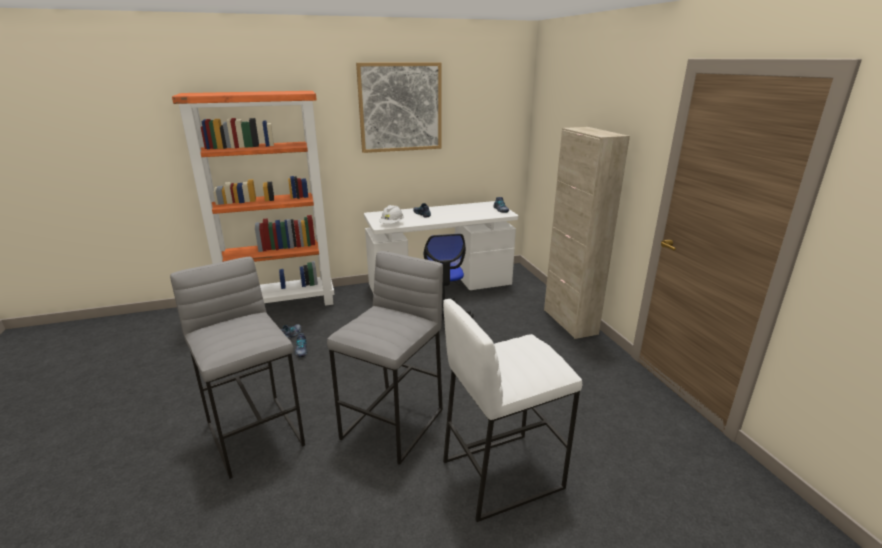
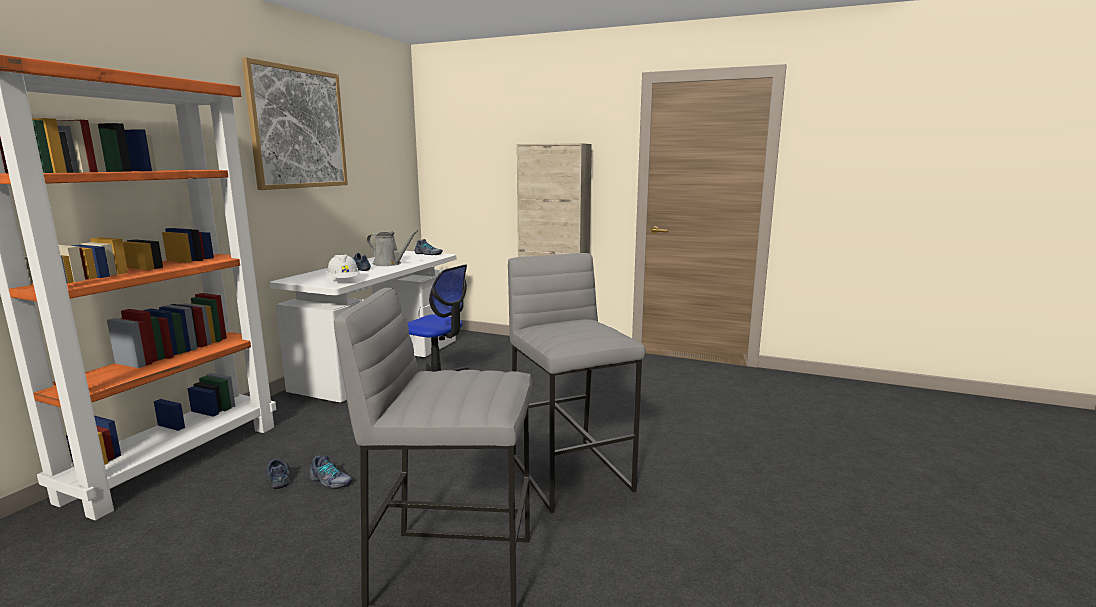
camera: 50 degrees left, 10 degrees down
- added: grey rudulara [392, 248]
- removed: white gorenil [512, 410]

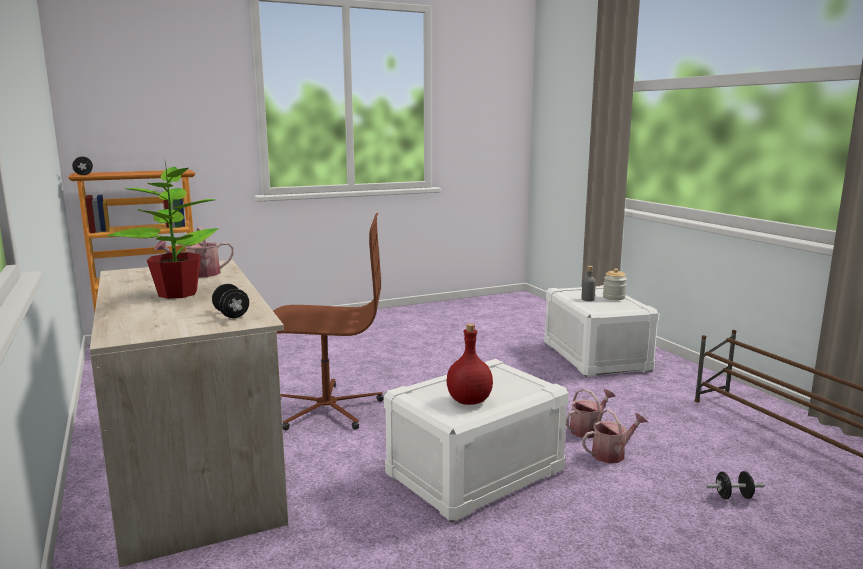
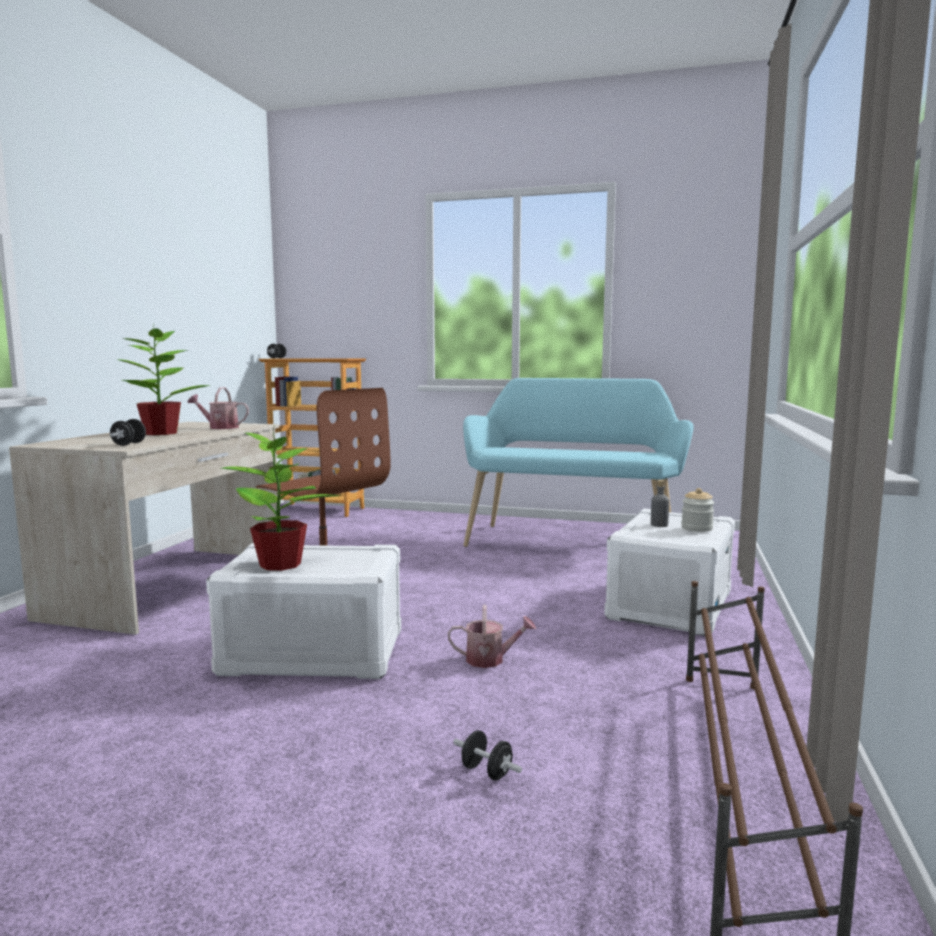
camera: 40 degrees right, 5 degrees down
- replaced: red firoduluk [470, 364] to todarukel [280, 498]
- added: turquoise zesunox [578, 462]
- removed: rudulara [615, 436]

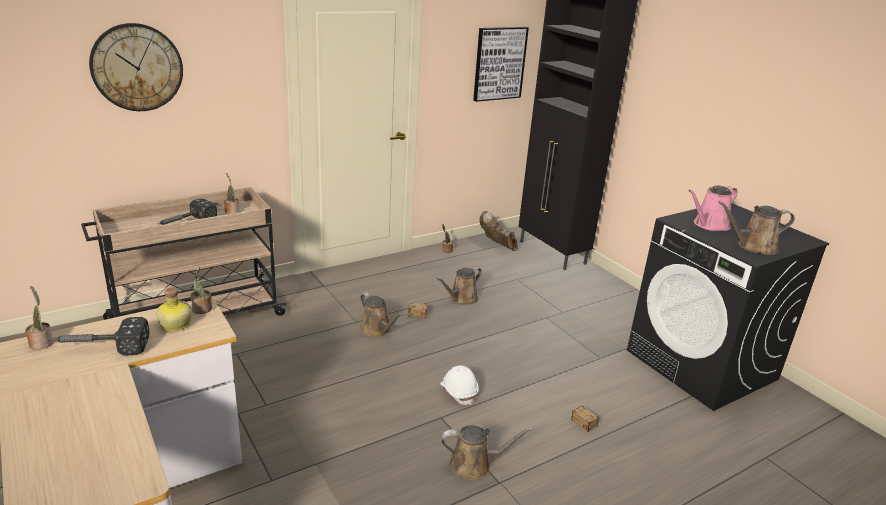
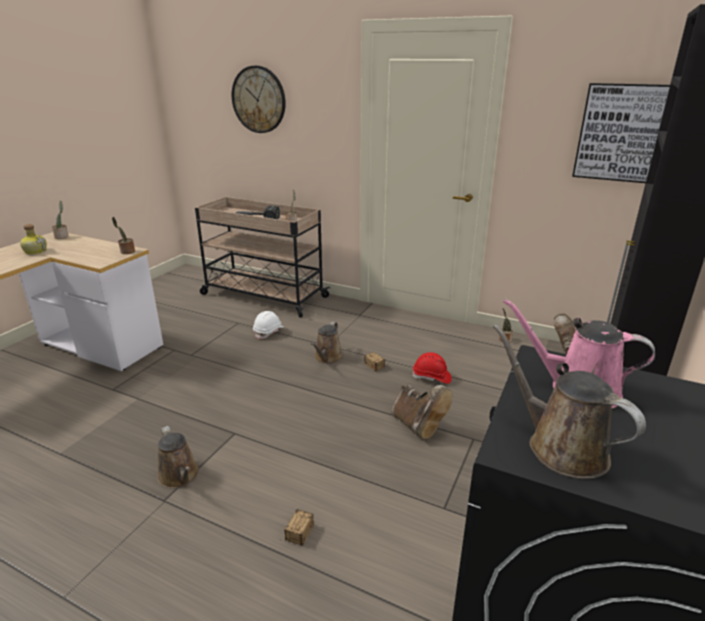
camera: 60 degrees right, 0 degrees up
- moved: firoduluk [174, 309] to [33, 239]
- moved: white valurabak [459, 385] to [268, 325]
- added: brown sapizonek [421, 411]
- replaced: brown rudulara [459, 286] to red valurabak [432, 368]
- removed: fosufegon [101, 336]

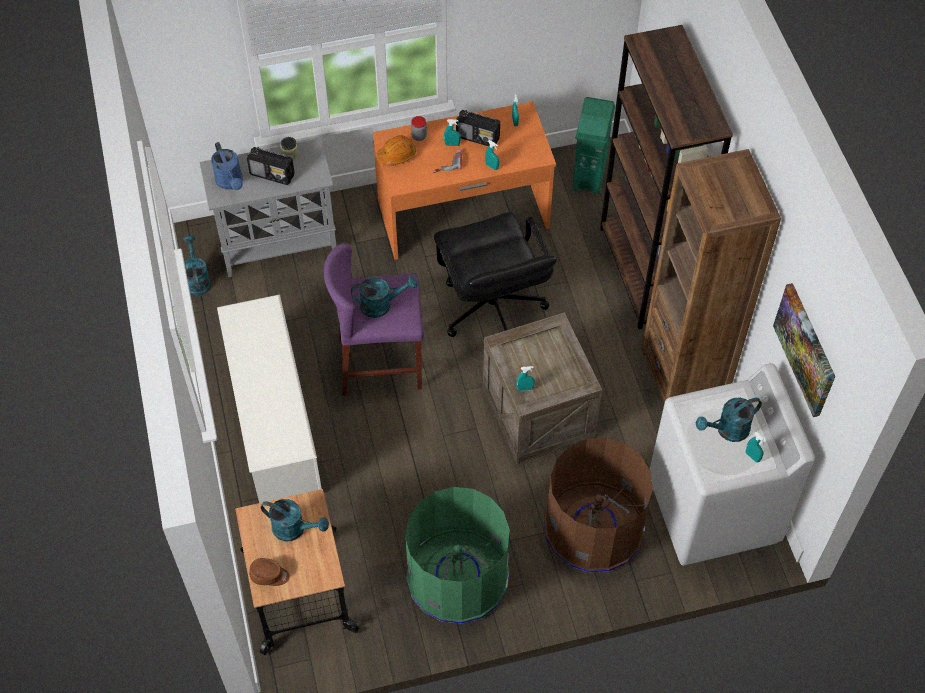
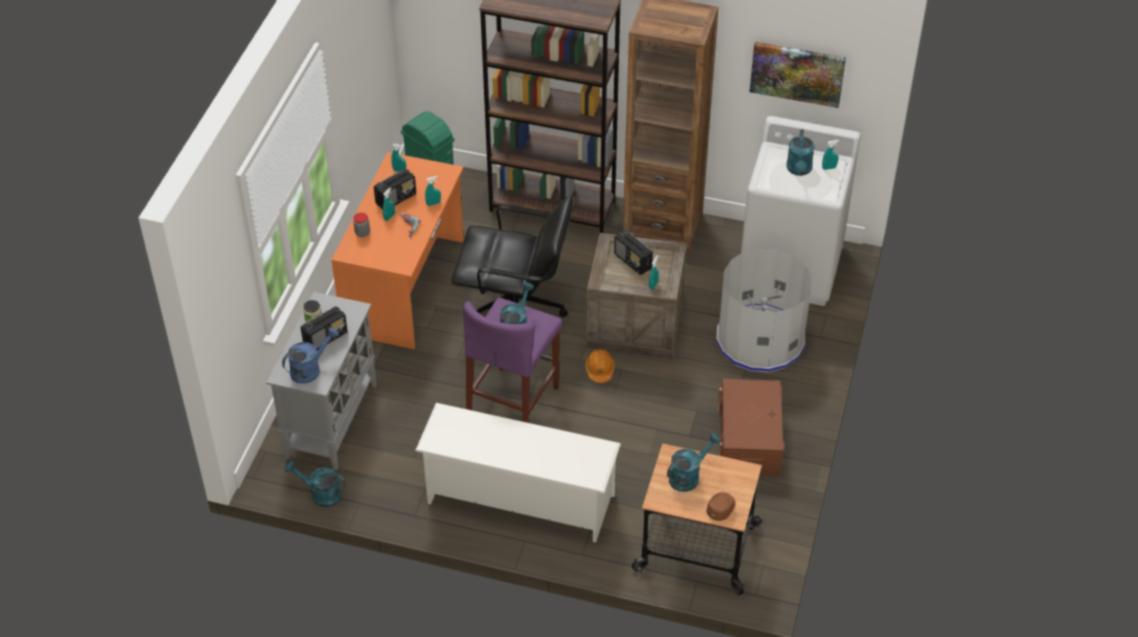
camera: 60 degrees left, 10 degrees down
- turned: blue rudulara [227, 166] = [310, 355] 45 degrees counterclockwise
- moved: orange valurabak [396, 150] to [600, 366]
- added: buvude [633, 252]
- recoloured: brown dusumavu [598, 505] to grey dusumavu [763, 310]
- replaced: green dusumavu [457, 555] to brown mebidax [751, 427]

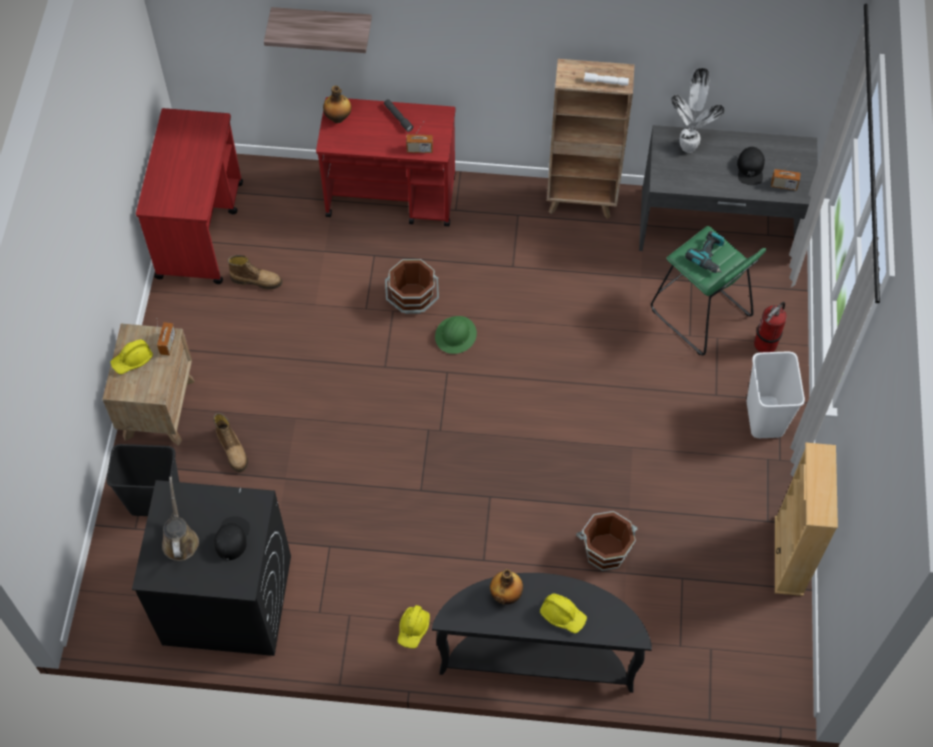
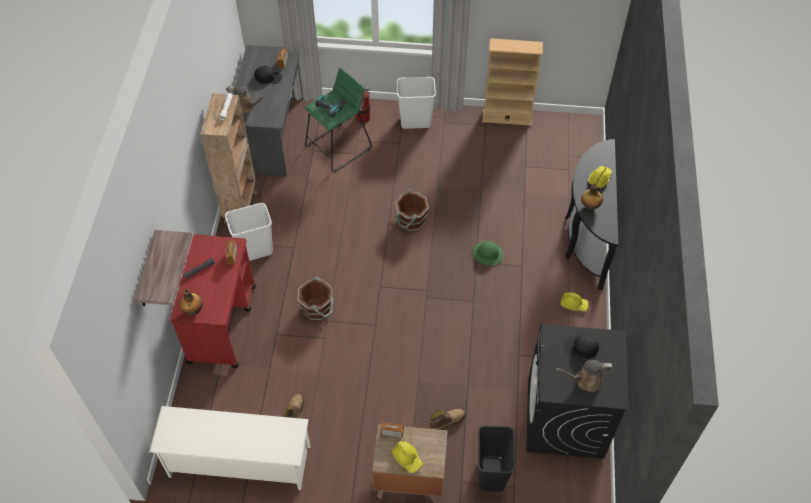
camera: 90 degrees left, 5 degrees down
- replaced: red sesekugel [189, 196] to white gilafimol [229, 448]
- added: white dusumavu [249, 232]
- replaced: todarukel [698, 110] to brown rudulara [246, 99]
- moved: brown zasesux [607, 541] to [412, 210]
- moved: green valurabak [456, 335] to [488, 253]

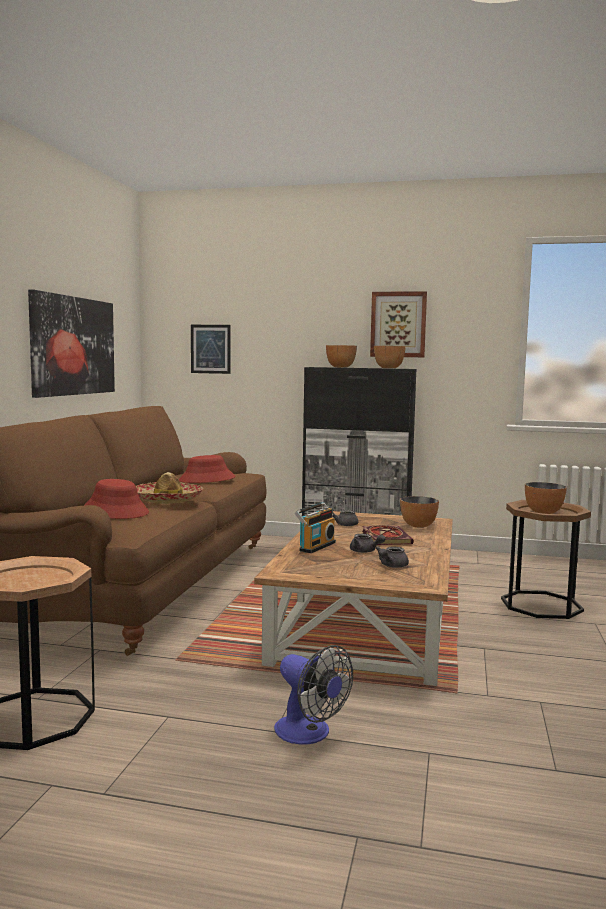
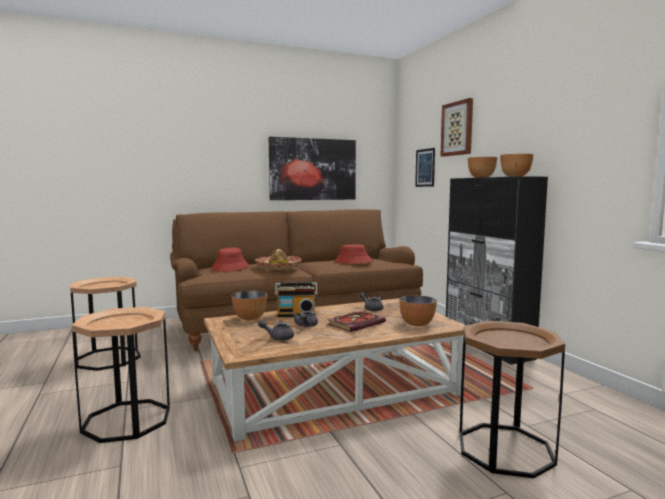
camera: 55 degrees right, 0 degrees up
- replaced: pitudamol [313, 694] to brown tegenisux [121, 375]
- moved: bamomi [546, 498] to [249, 306]
- moved: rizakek [398, 324] to [456, 127]

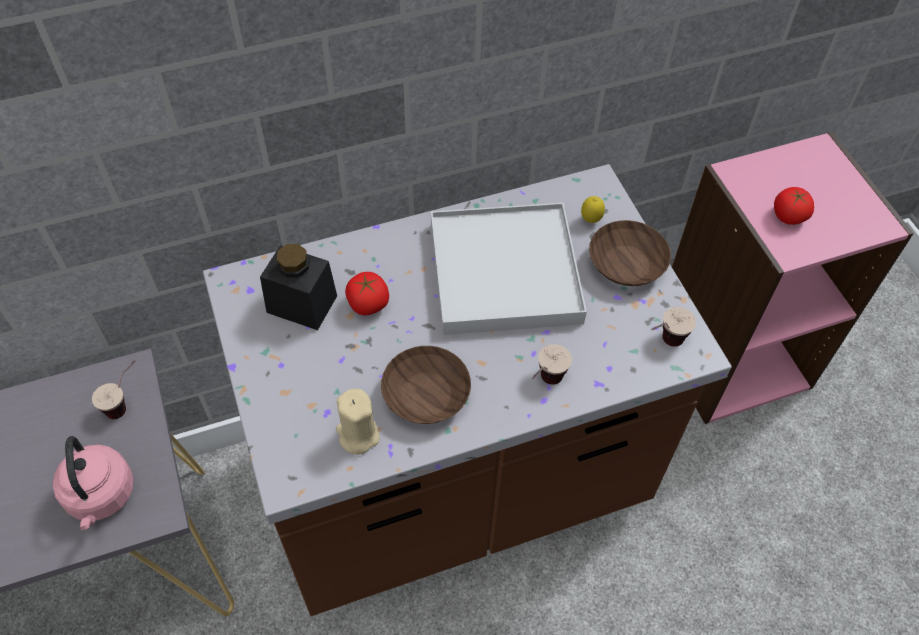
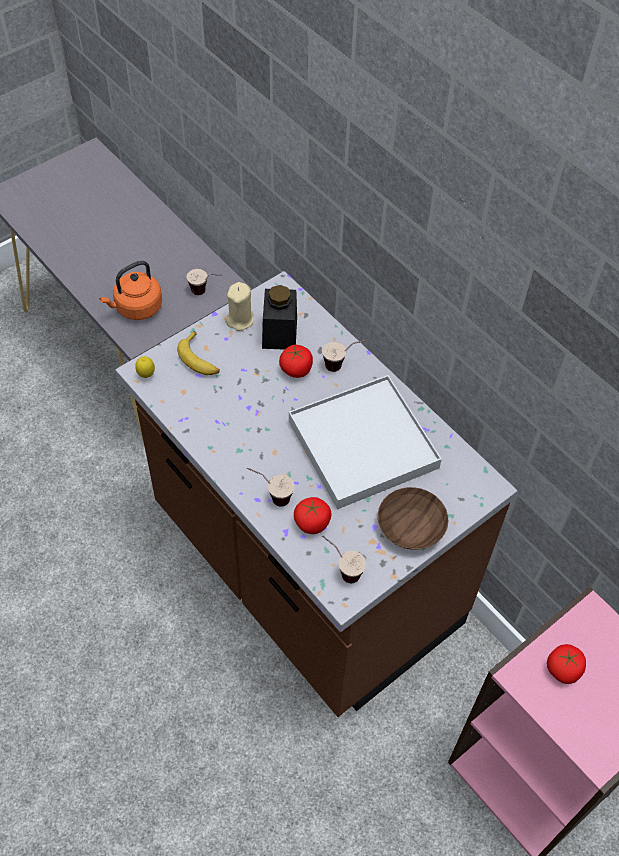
camera: 70 degrees right, 0 degrees up
- recoloured: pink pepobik [93, 483] to orange pepobik [130, 290]
- moved: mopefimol [593, 209] to [145, 367]
- added: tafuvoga [198, 352]
- moved: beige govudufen [358, 422] to [239, 306]
- added: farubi [312, 515]
- added: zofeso [345, 356]
- removed: brown bamomi [426, 385]

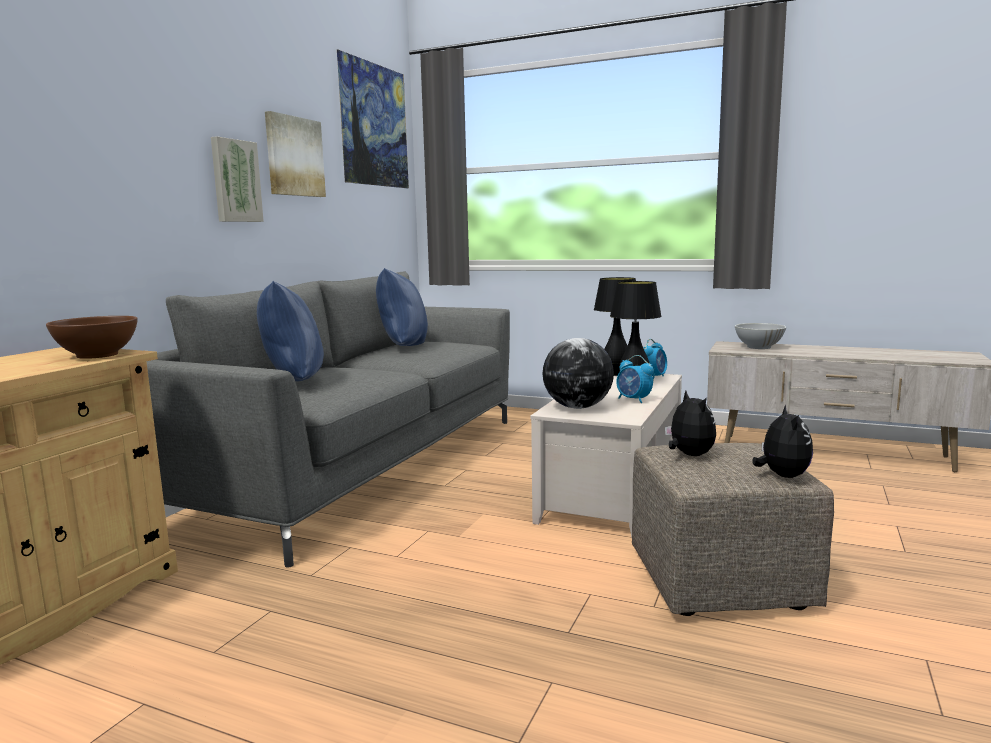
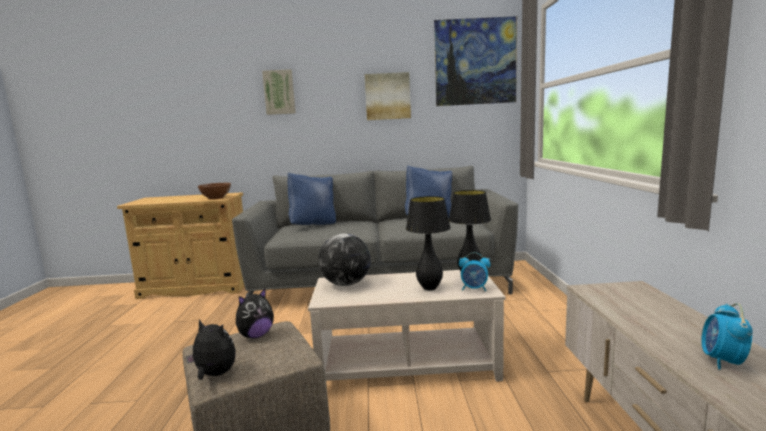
camera: 65 degrees right, 0 degrees up
- turned: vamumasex [782, 441] = [211, 349] 135 degrees counterclockwise
- moved: rizakek [237, 179] to [279, 92]
- moved: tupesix [635, 379] to [727, 336]
- removed: white bamomi [760, 336]

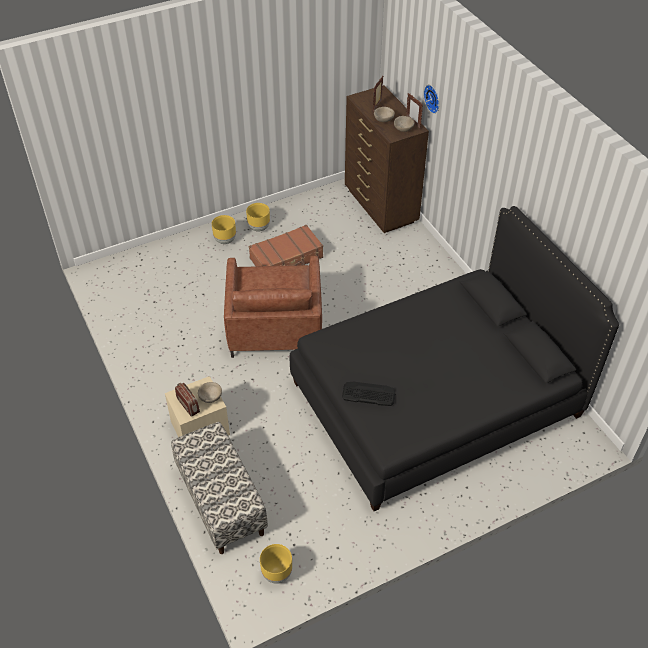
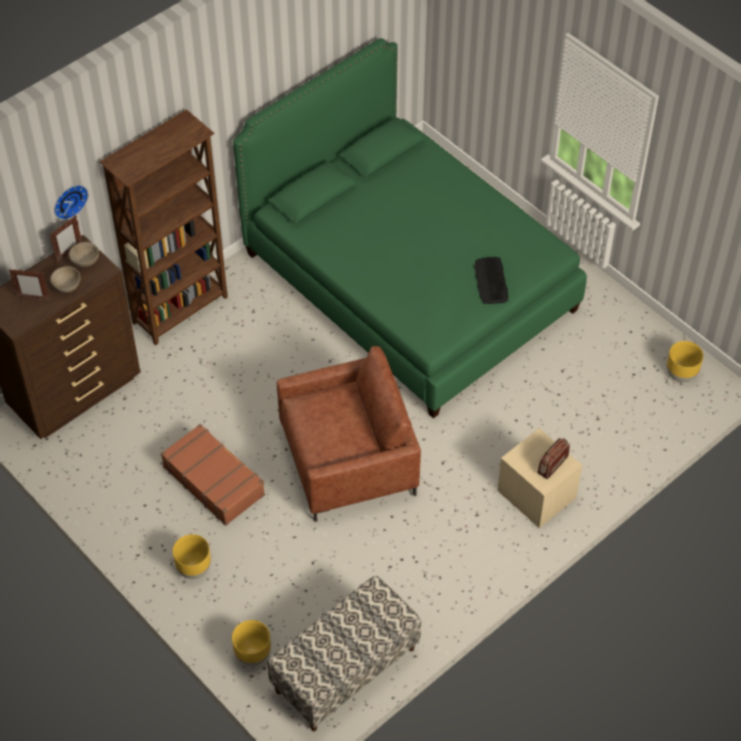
camera: 105 degrees left, 5 degrees up
- added: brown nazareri [163, 227]
- moved: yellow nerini [258, 217] to [251, 643]
- recoloured: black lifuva [454, 358] to green lifuva [410, 228]
- moved: zesunox [219, 488] to [344, 653]
- removed: beige bamomi [210, 392]

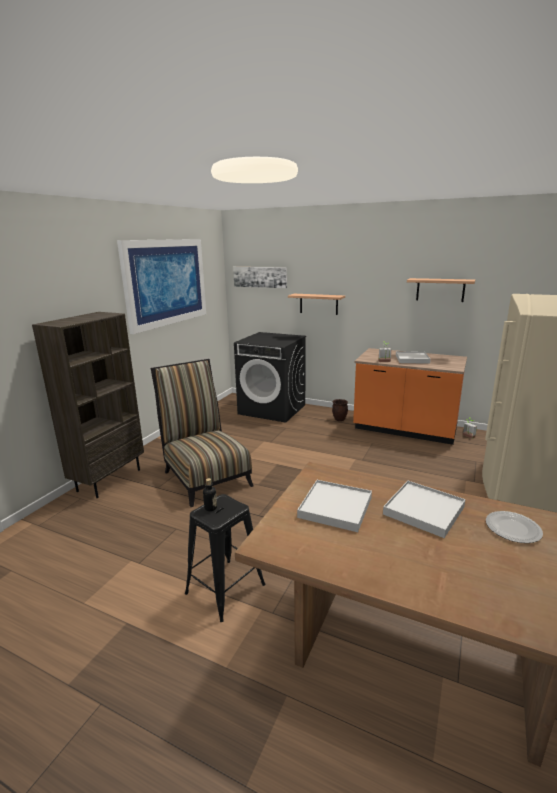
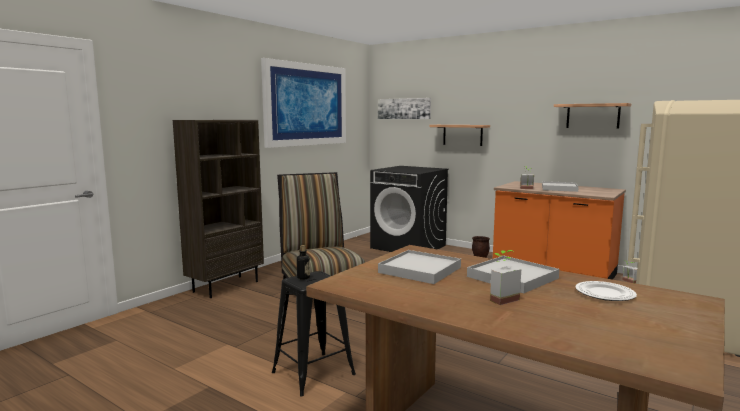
camera: 10 degrees right, 10 degrees down
- added: todarukel [505, 277]

